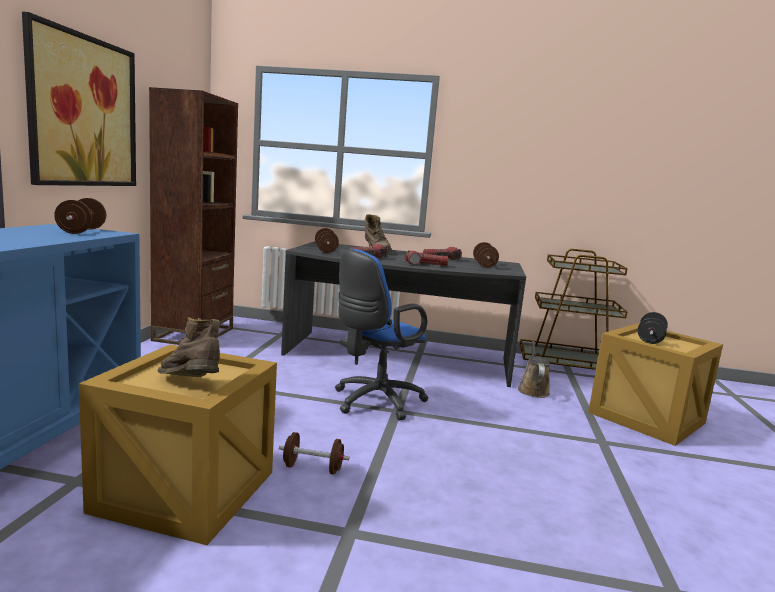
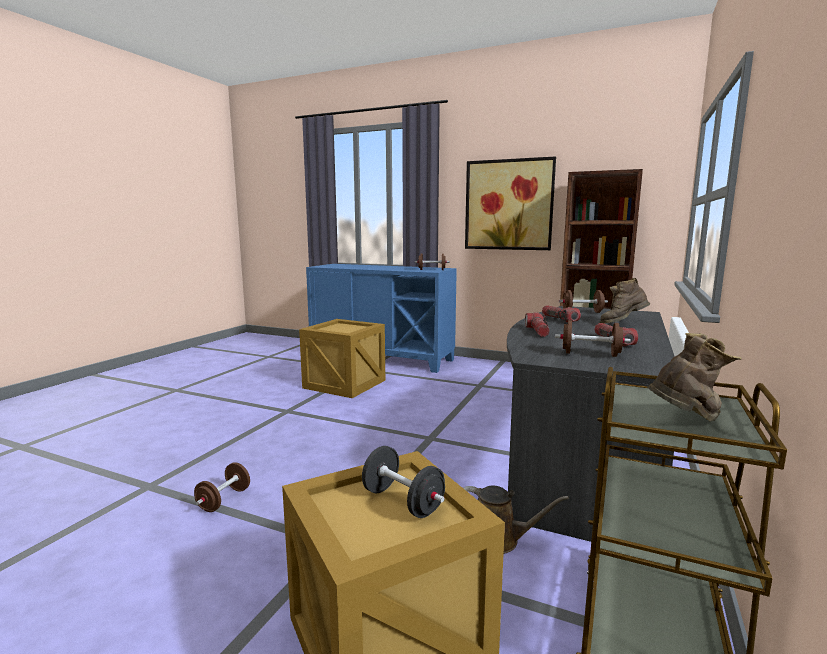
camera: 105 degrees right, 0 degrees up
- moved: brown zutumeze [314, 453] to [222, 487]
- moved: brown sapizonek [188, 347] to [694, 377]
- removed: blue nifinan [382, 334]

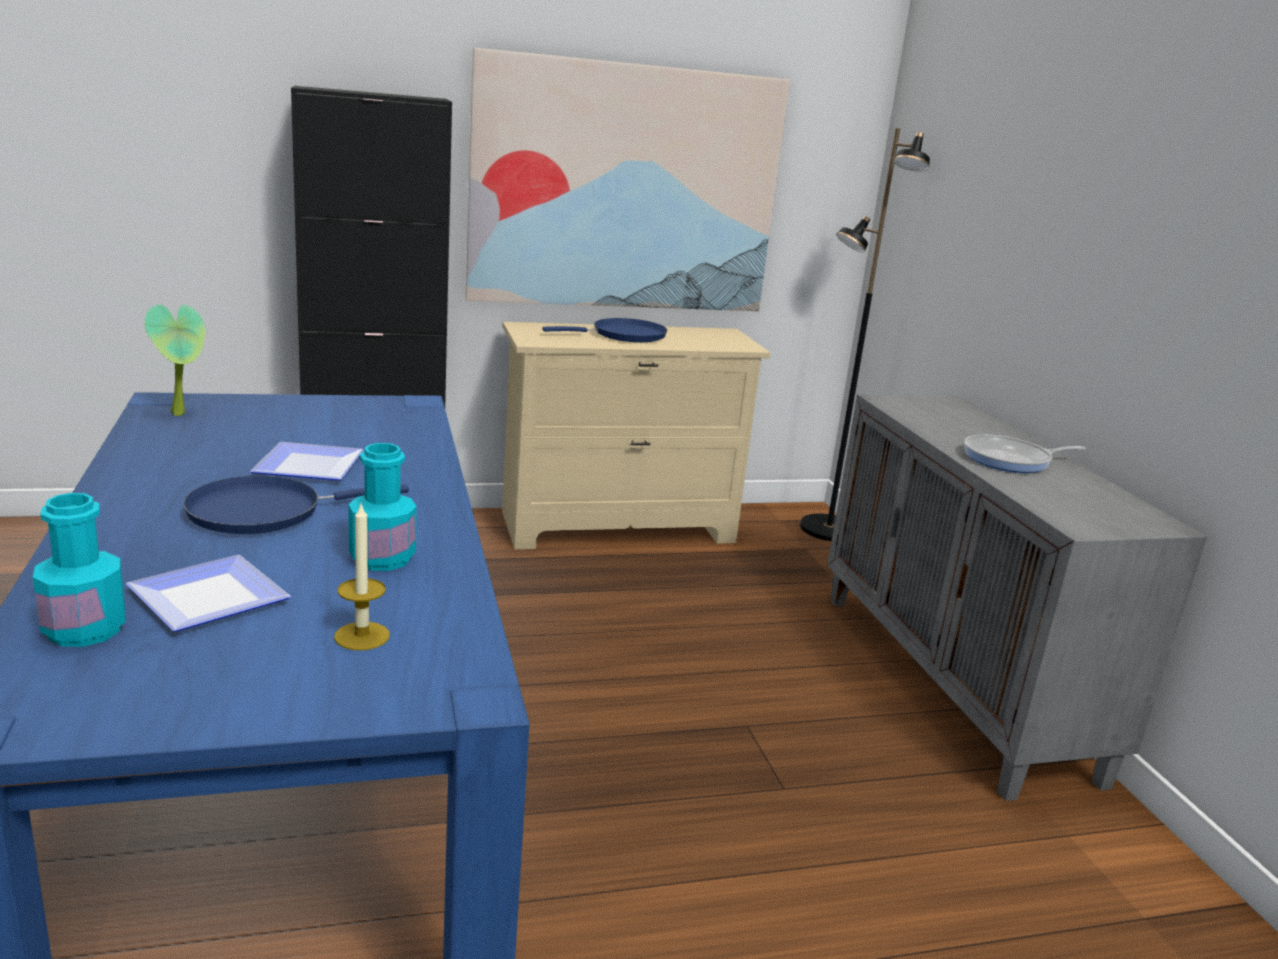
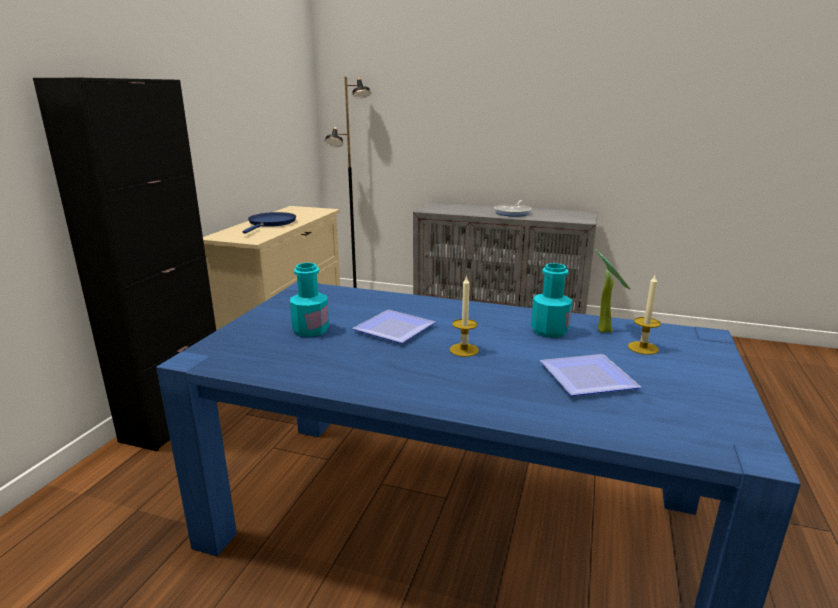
camera: 55 degrees left, 0 degrees up
- moved: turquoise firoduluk [79, 570] to [309, 300]
- replaced: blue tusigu [296, 505] to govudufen [464, 316]
- moved: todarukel [175, 360] to [612, 291]
- removed: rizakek [628, 179]

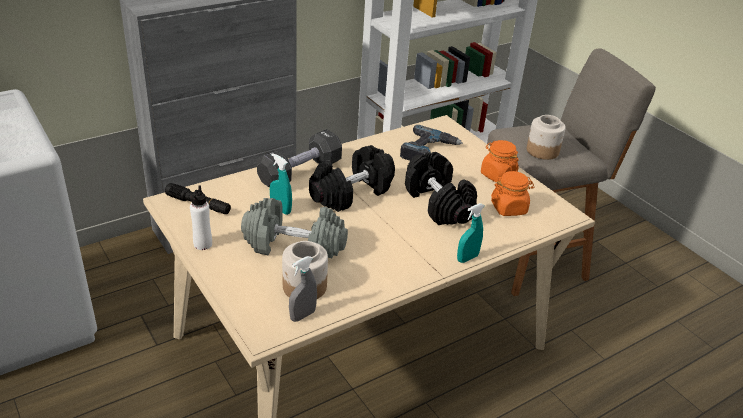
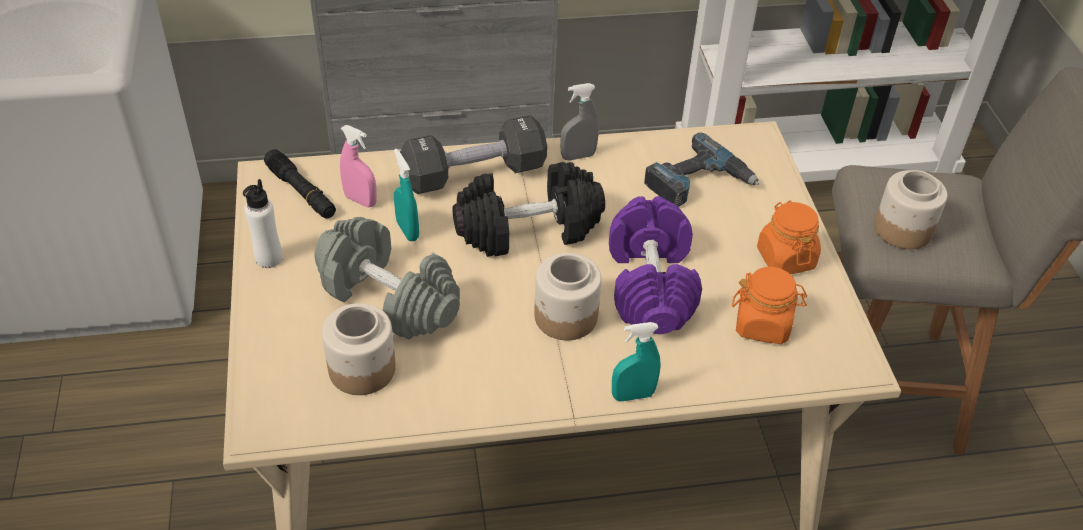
camera: 25 degrees right, 10 degrees up
- added: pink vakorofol [358, 166]
- added: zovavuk [568, 296]
- moved: grey vakorofol [303, 289] to [579, 122]
- recoloured: black zutumeze [441, 188] to purple zutumeze [655, 265]

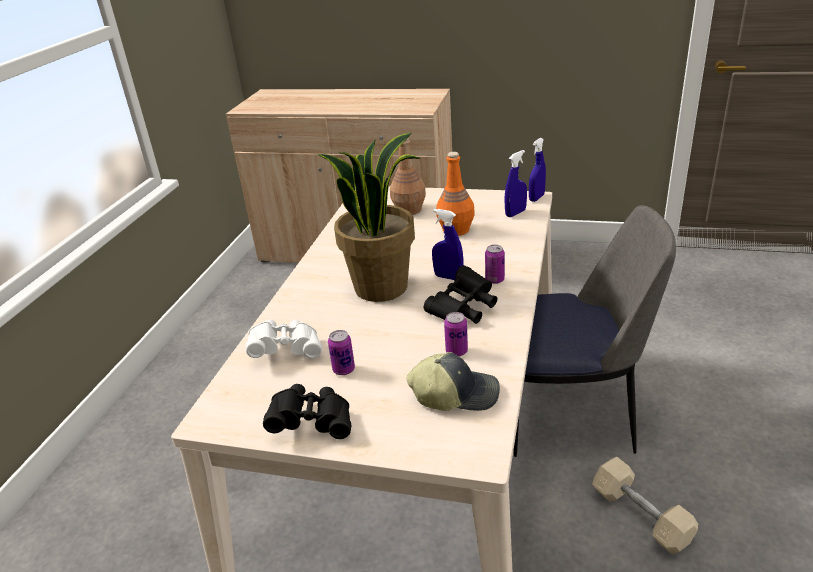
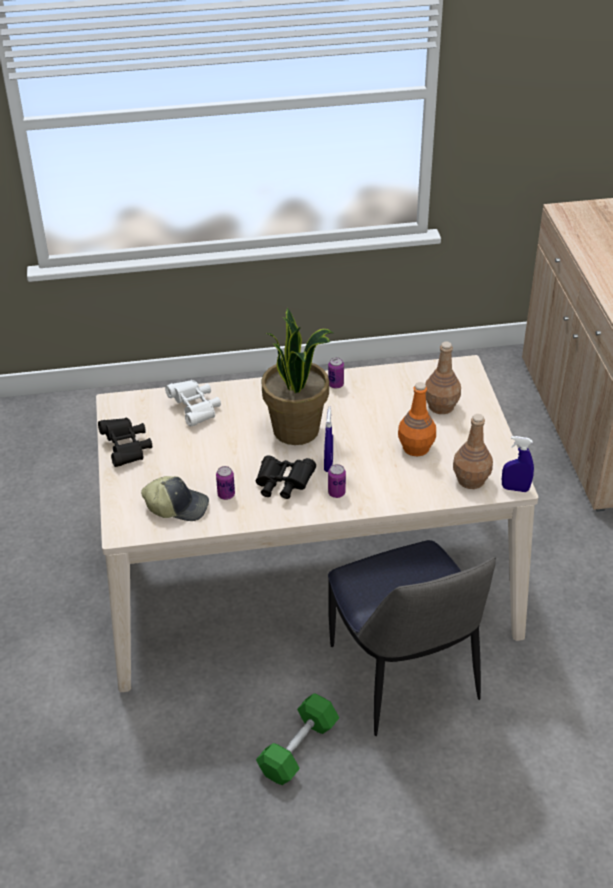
camera: 65 degrees right, 10 degrees up
- turned: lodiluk [453, 381] = [175, 498] 60 degrees counterclockwise
- recoloured: beige zutumeze [645, 505] to green zutumeze [297, 739]
- moved: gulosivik [341, 352] to [336, 373]
- replaced: blue vakorofol [515, 183] to brown firoduluk [473, 451]

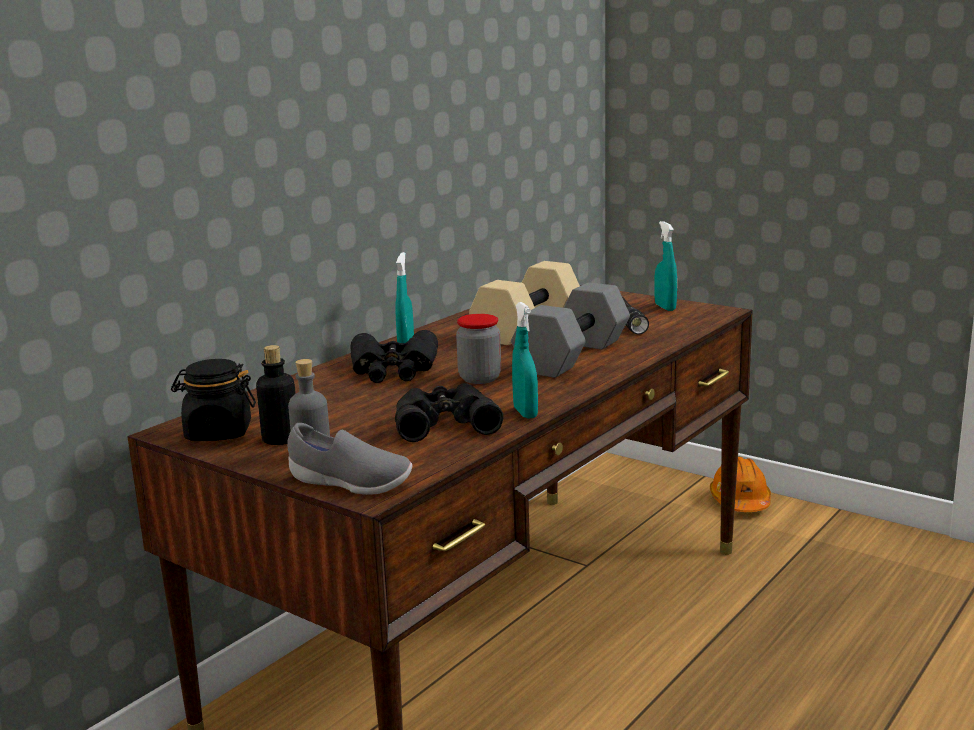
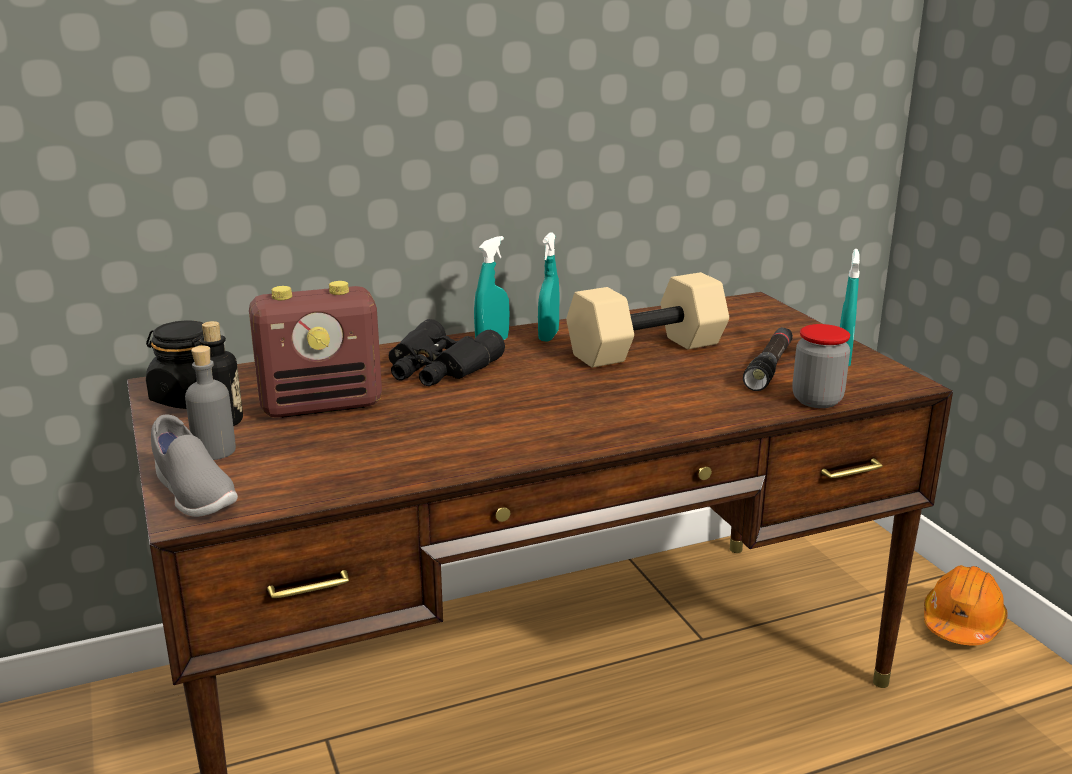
camera: 30 degrees right, 5 degrees up
- added: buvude [315, 349]
- moved: turquoise vakorofol [525, 360] to [548, 287]
- moved: zovavuk [478, 349] to [821, 366]
- removed: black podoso [449, 412]
- removed: grey zutumeze [570, 330]

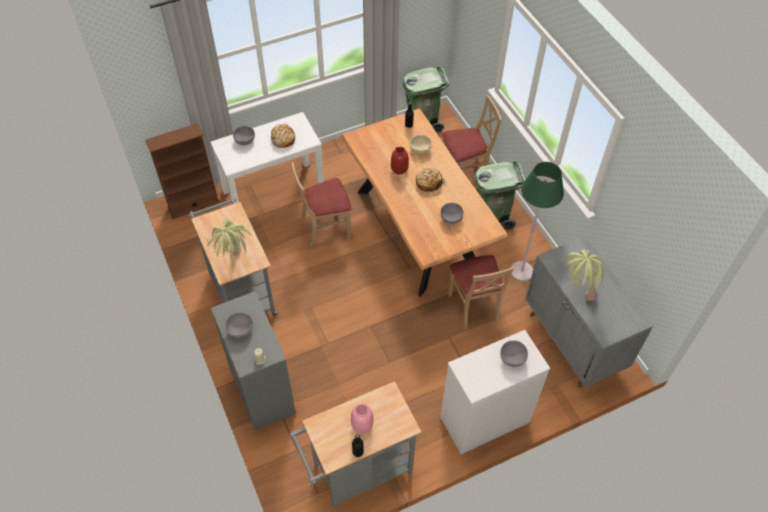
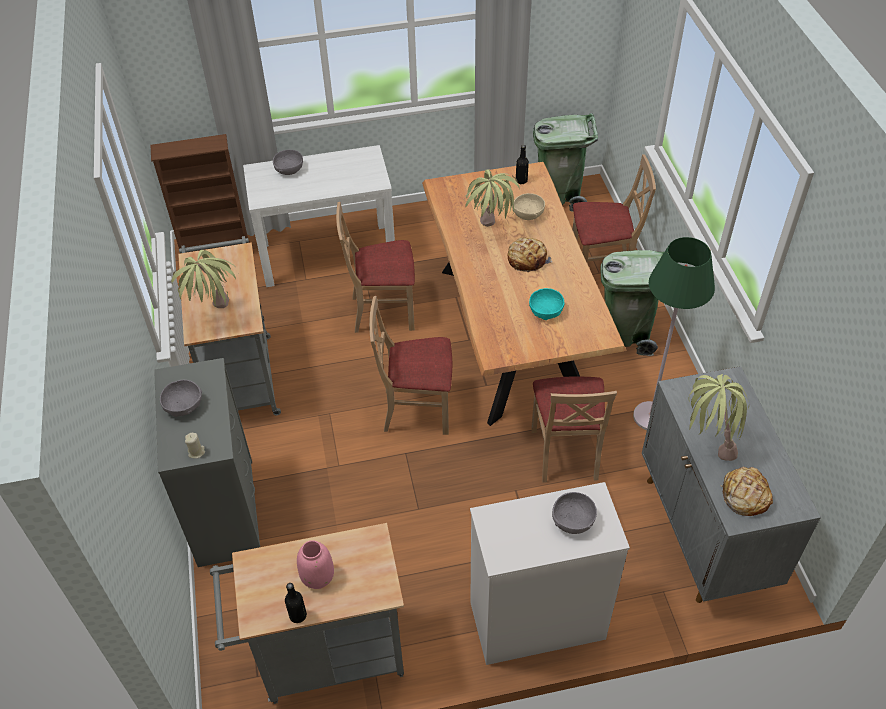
camera: 15 degrees right, 5 degrees down
- added: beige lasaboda [410, 365]
- replaced: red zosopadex [400, 160] to todarukel [492, 198]
- recoloured: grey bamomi [452, 214] to turquoise bamomi [547, 304]
- moved: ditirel [283, 136] to [747, 491]

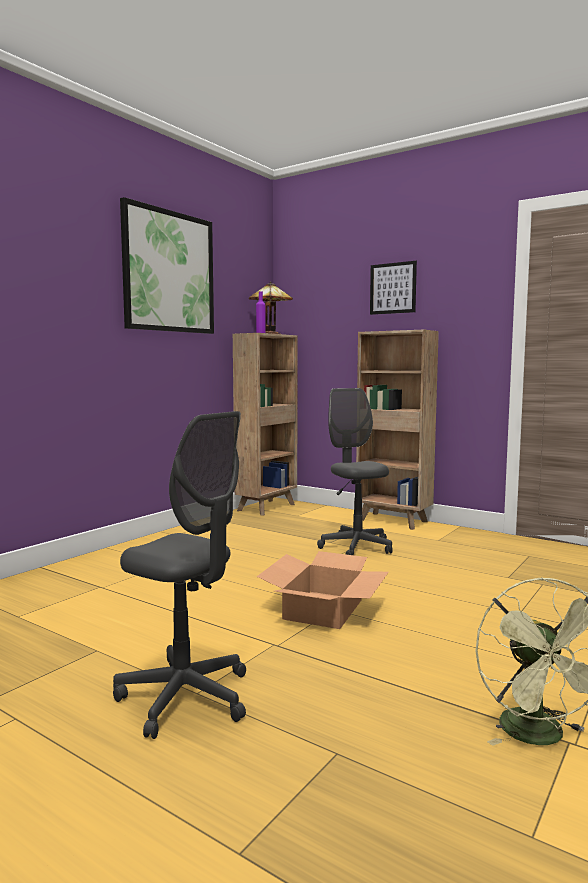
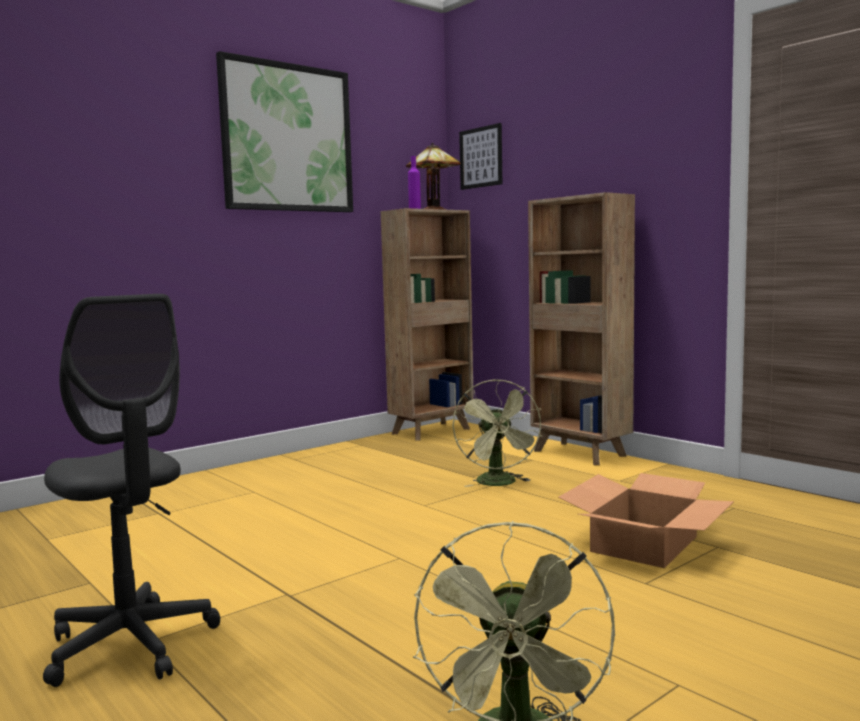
camera: 15 degrees right, 0 degrees up
- replaced: grey nifinan [355, 471] to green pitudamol [497, 433]
- moved: rizakek [393, 288] to [480, 156]
- moved: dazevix [323, 590] to [646, 520]

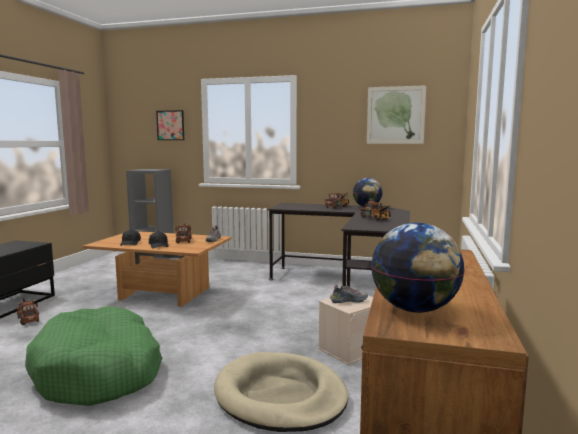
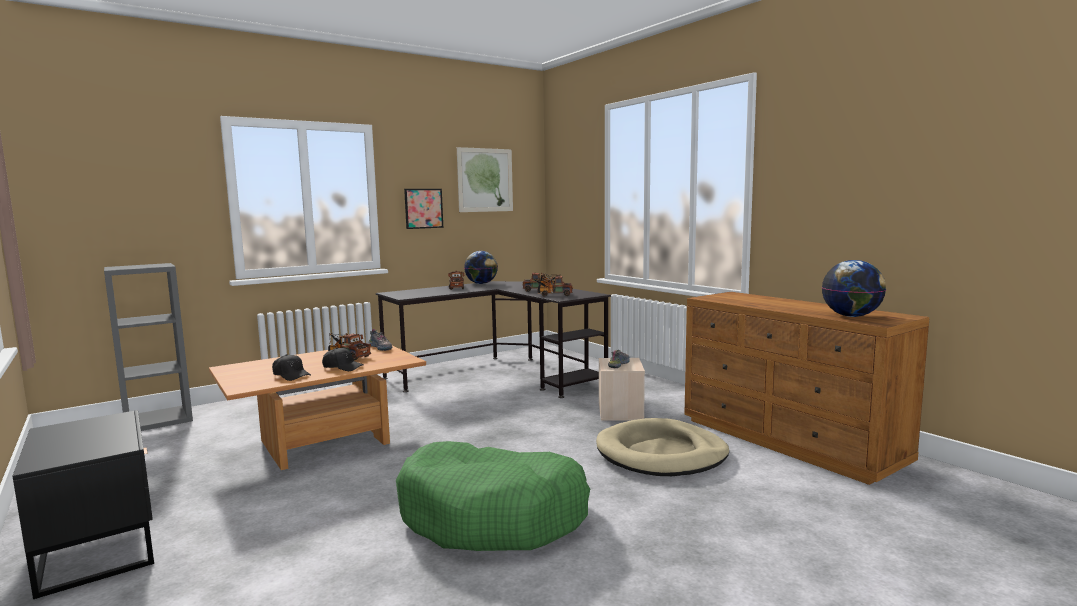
camera: 50 degrees left, 0 degrees up
- moved: rizakek [170, 125] to [423, 209]
- moved: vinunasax [28, 311] to [552, 286]

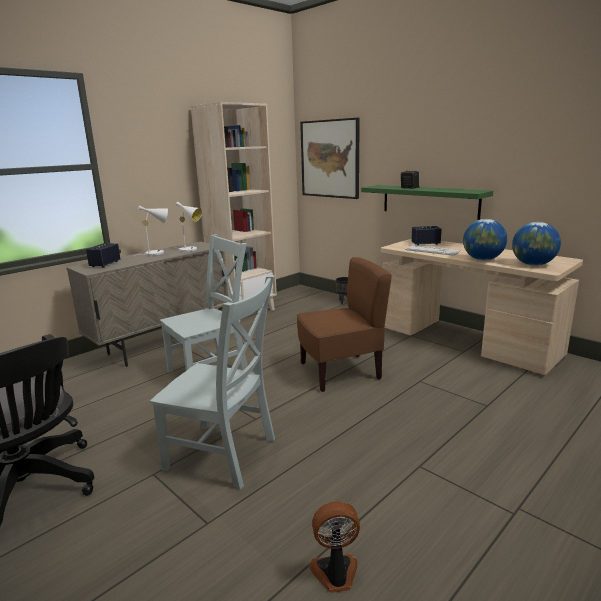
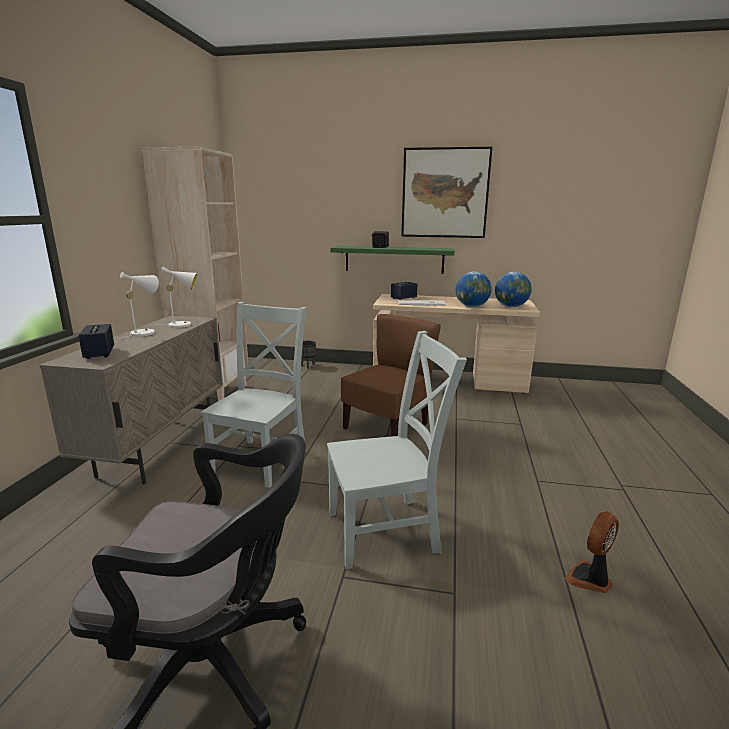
camera: 35 degrees left, 0 degrees up
- moved: rizakek [330, 158] to [446, 192]

